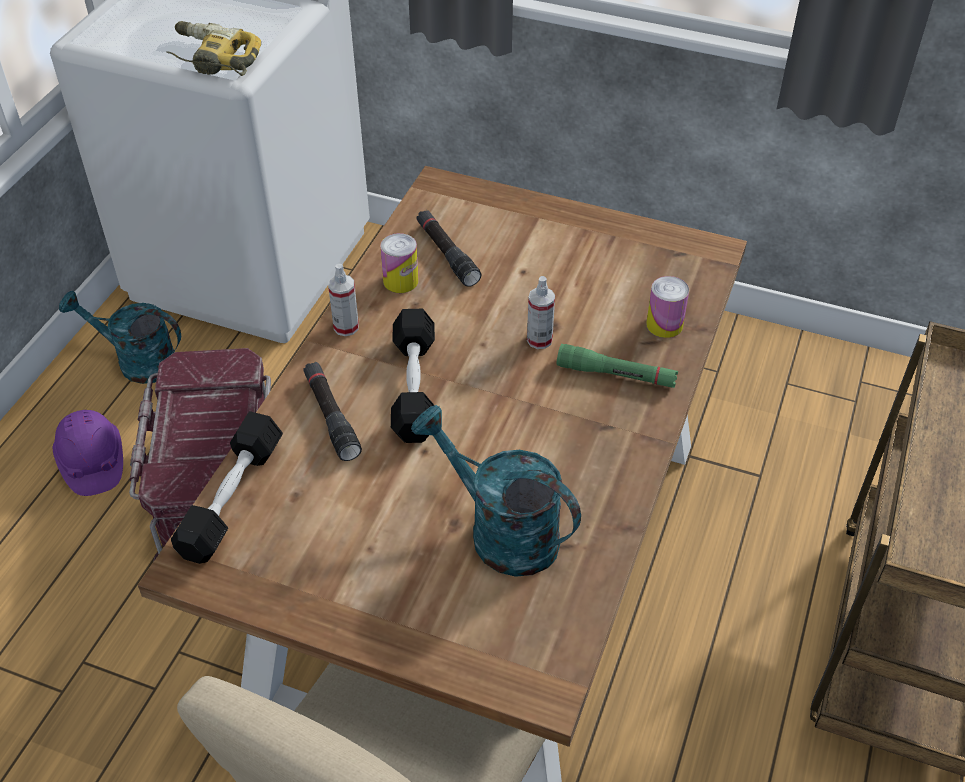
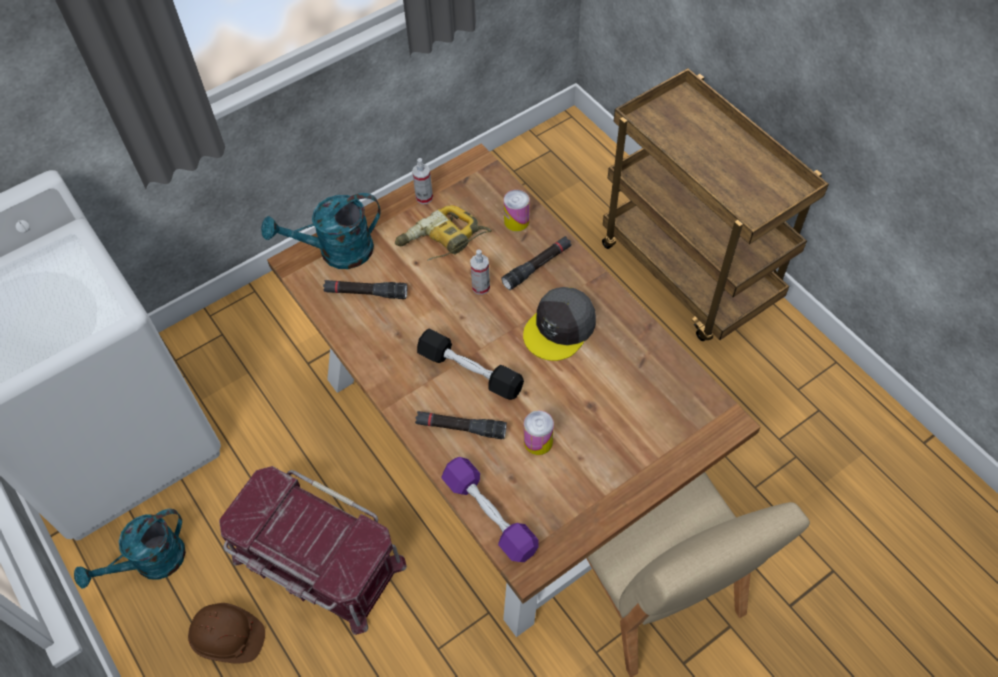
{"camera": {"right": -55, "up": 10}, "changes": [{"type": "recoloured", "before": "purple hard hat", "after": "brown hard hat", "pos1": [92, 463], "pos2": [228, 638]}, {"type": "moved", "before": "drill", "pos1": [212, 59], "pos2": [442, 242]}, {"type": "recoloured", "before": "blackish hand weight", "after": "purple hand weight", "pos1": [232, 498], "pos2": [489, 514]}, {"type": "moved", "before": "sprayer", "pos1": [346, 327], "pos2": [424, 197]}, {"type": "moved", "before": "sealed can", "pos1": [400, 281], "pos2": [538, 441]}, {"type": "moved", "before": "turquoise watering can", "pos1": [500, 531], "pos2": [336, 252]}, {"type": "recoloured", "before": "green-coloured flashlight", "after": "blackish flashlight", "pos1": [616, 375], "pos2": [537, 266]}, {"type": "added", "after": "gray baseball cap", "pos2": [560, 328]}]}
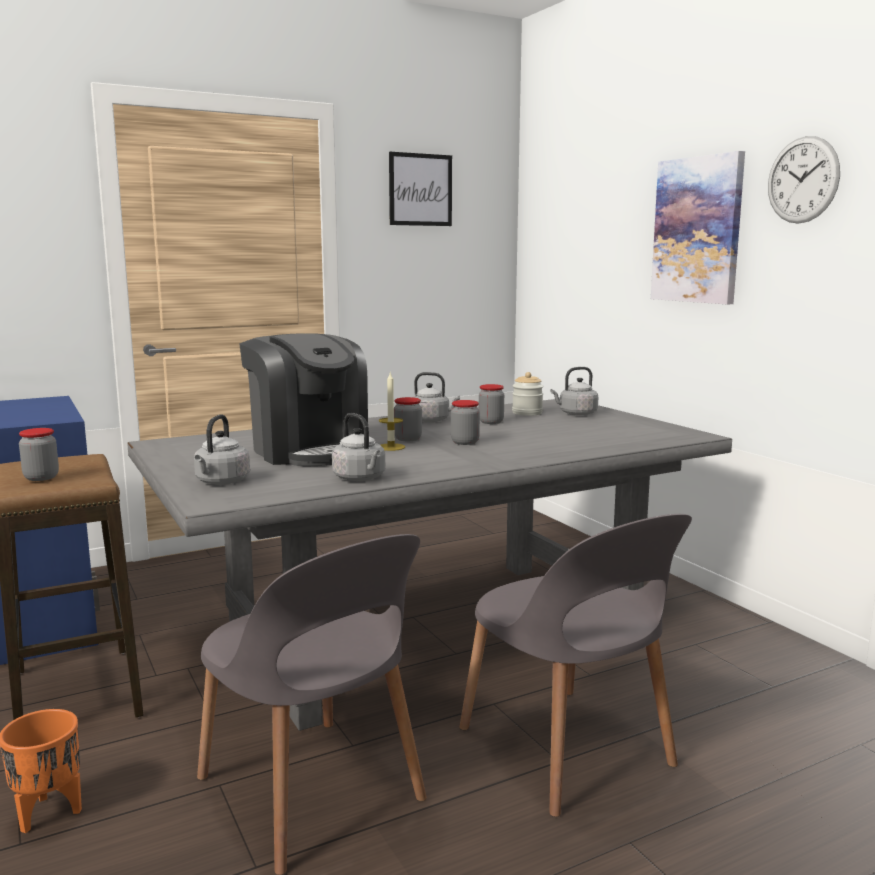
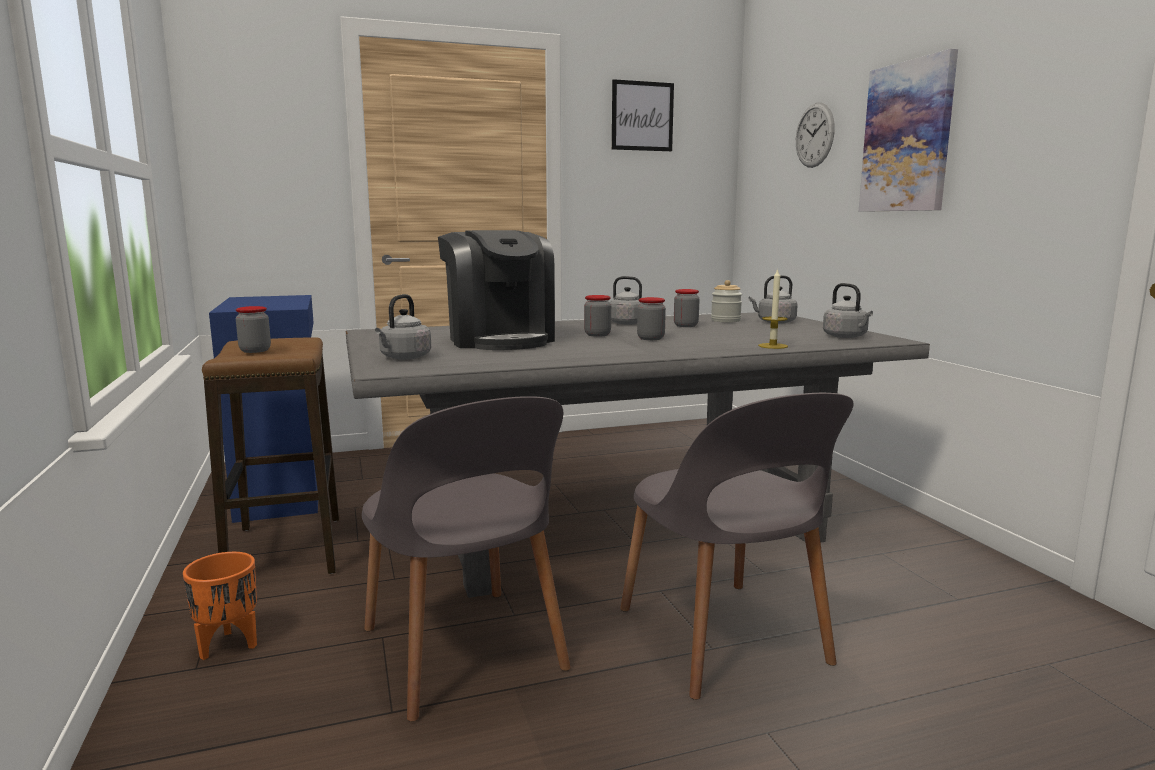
{"camera": {"right": 10, "up": 0}, "changes": [{"type": "moved", "before": "gray tea kettle", "pos1": [360, 478], "pos2": [846, 337]}, {"type": "moved", "before": "candle", "pos1": [391, 447], "pos2": [773, 346]}, {"type": "moved", "before": "wall clock", "pos1": [802, 180], "pos2": [814, 135]}]}
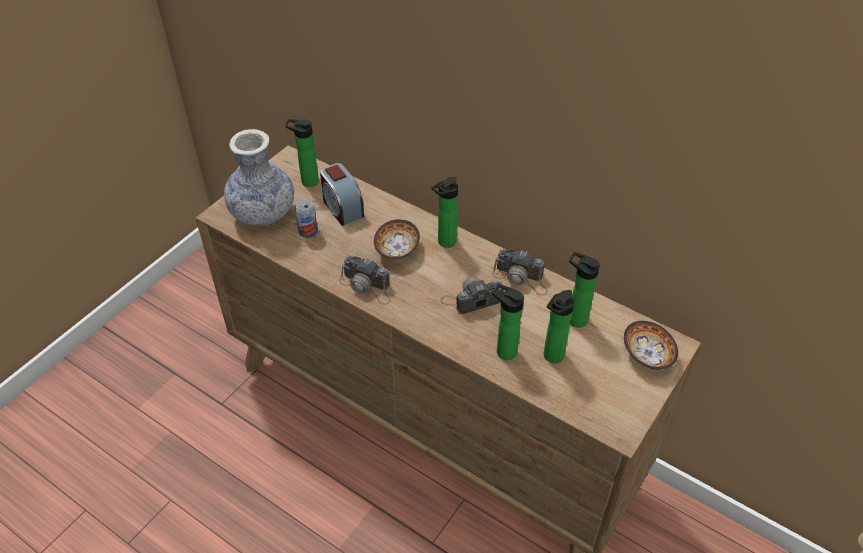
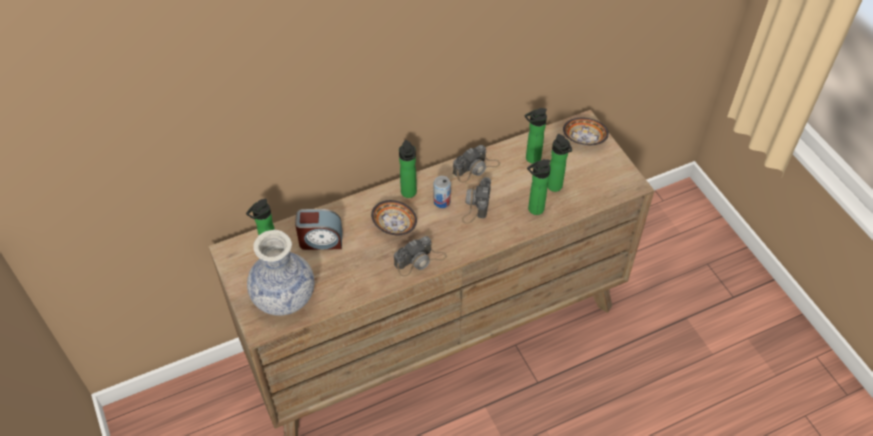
{"camera": {"right": -60, "up": 5}, "changes": [{"type": "moved", "before": "sealed can", "pos1": [308, 231], "pos2": [442, 202]}]}
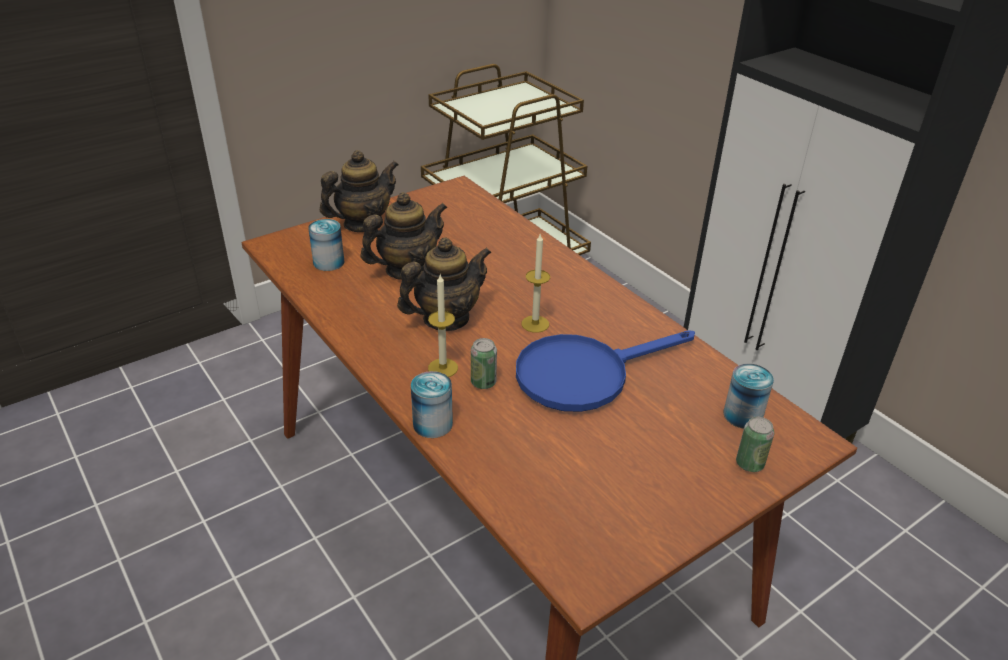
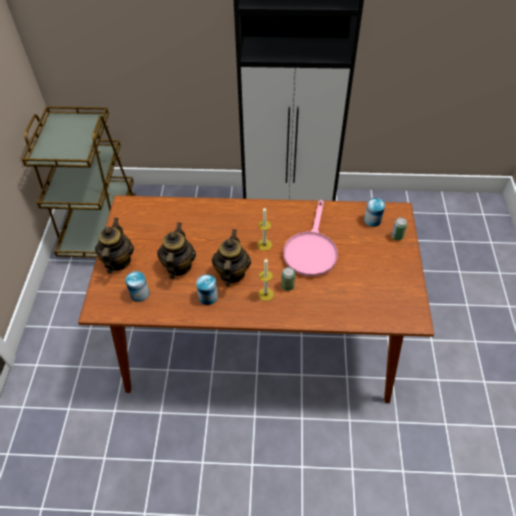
{"camera": {"right": -50, "up": 15}, "changes": [{"type": "moved", "before": "sealed can", "pos1": [432, 424], "pos2": [208, 296]}, {"type": "recoloured", "before": "bluish pan", "after": "pink-coloured pan", "pos1": [584, 374], "pos2": [311, 249]}]}
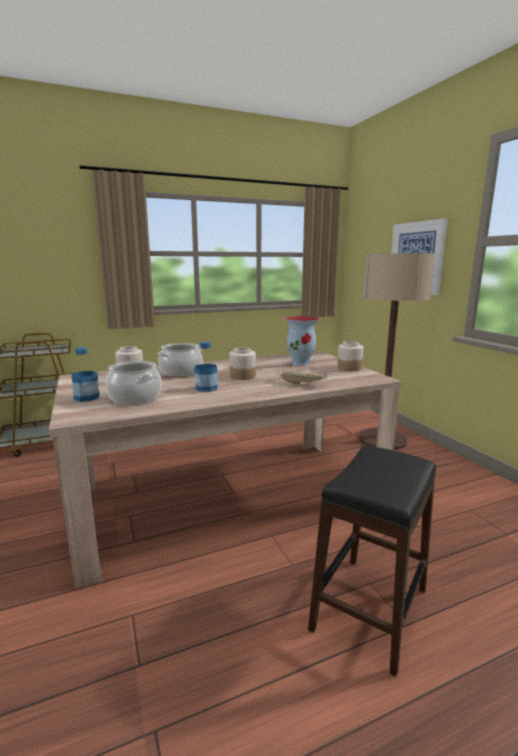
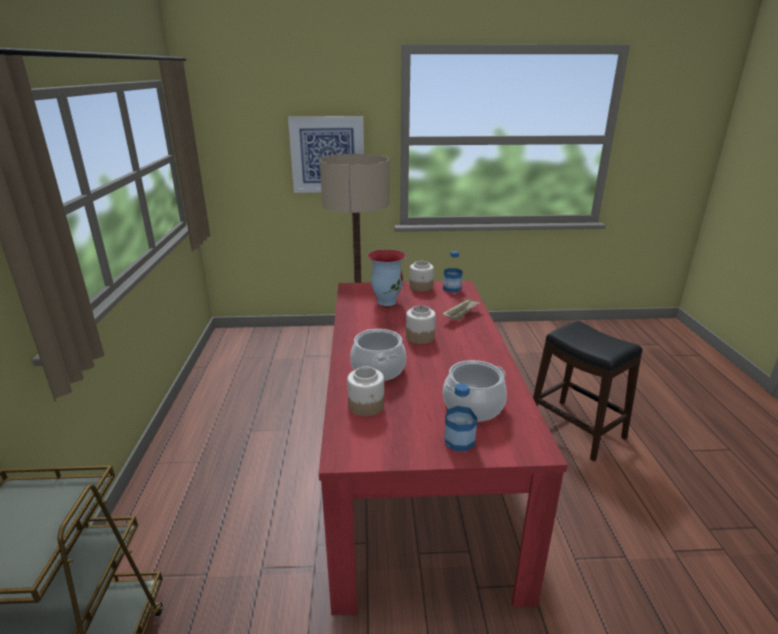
{"camera": {"right": -70, "up": 10}, "changes": [{"type": "recoloured", "before": "beige dining table", "after": "red-coloured dining table", "pos1": [228, 497], "pos2": [415, 465]}, {"type": "moved", "before": "drink bottle", "pos1": [206, 388], "pos2": [452, 288]}]}
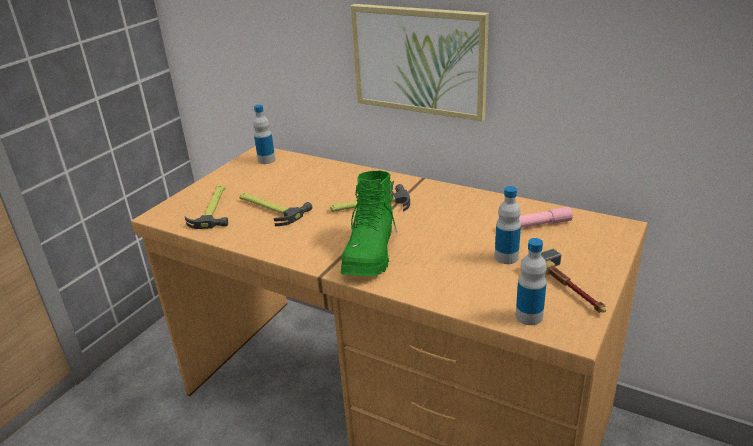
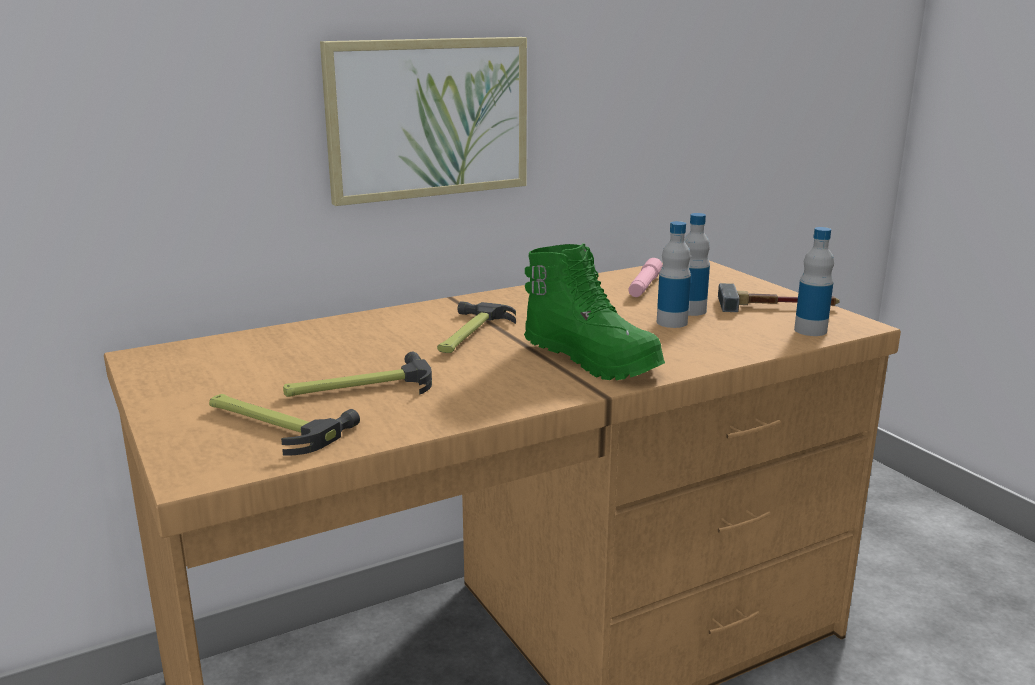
{"camera": {"right": -60, "up": -10}, "changes": [{"type": "moved", "before": "drink bottle", "pos1": [266, 160], "pos2": [672, 322]}]}
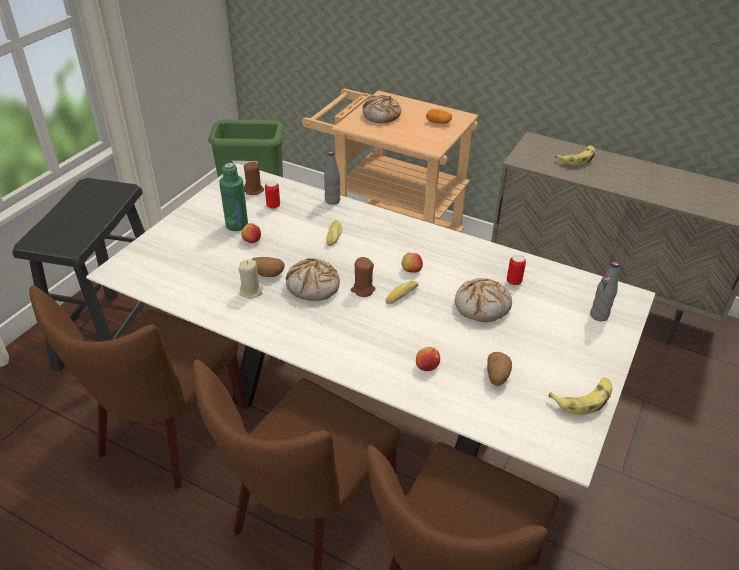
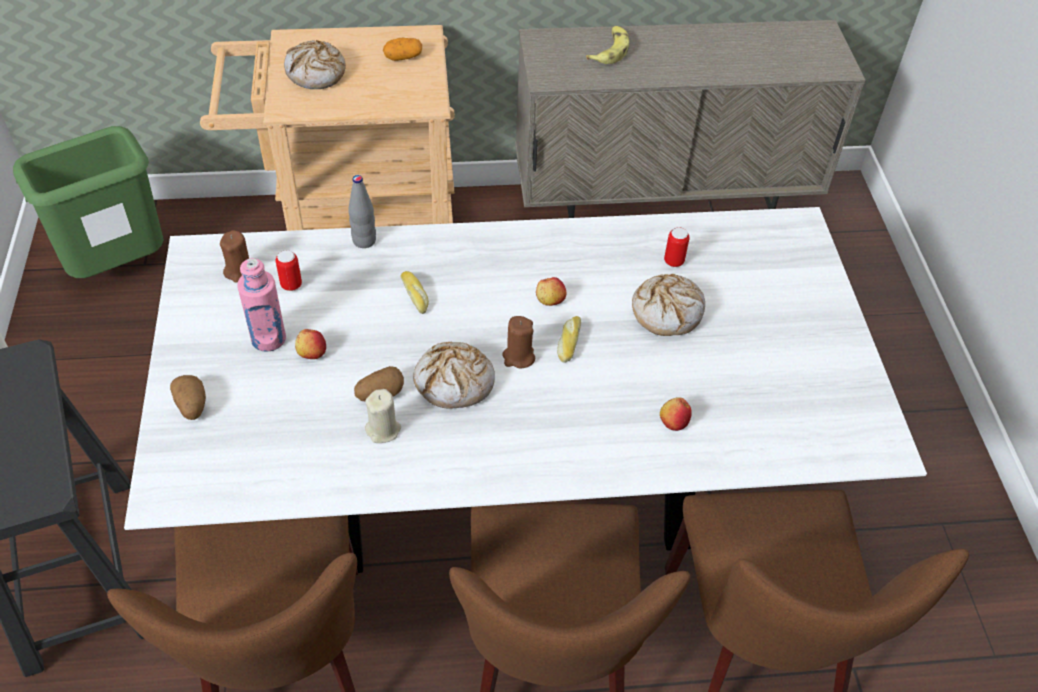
{"camera": {"right": -35, "up": 10}, "changes": [{"type": "recoloured", "before": "green-coloured drink bottle", "after": "pink-coloured drink bottle", "pos1": [237, 225], "pos2": [268, 339]}, {"type": "moved", "before": "whole potato", "pos1": [497, 376], "pos2": [192, 406]}, {"type": "removed", "before": "banana", "pos1": [583, 399]}, {"type": "removed", "before": "gray drink bottle", "pos1": [599, 315]}]}
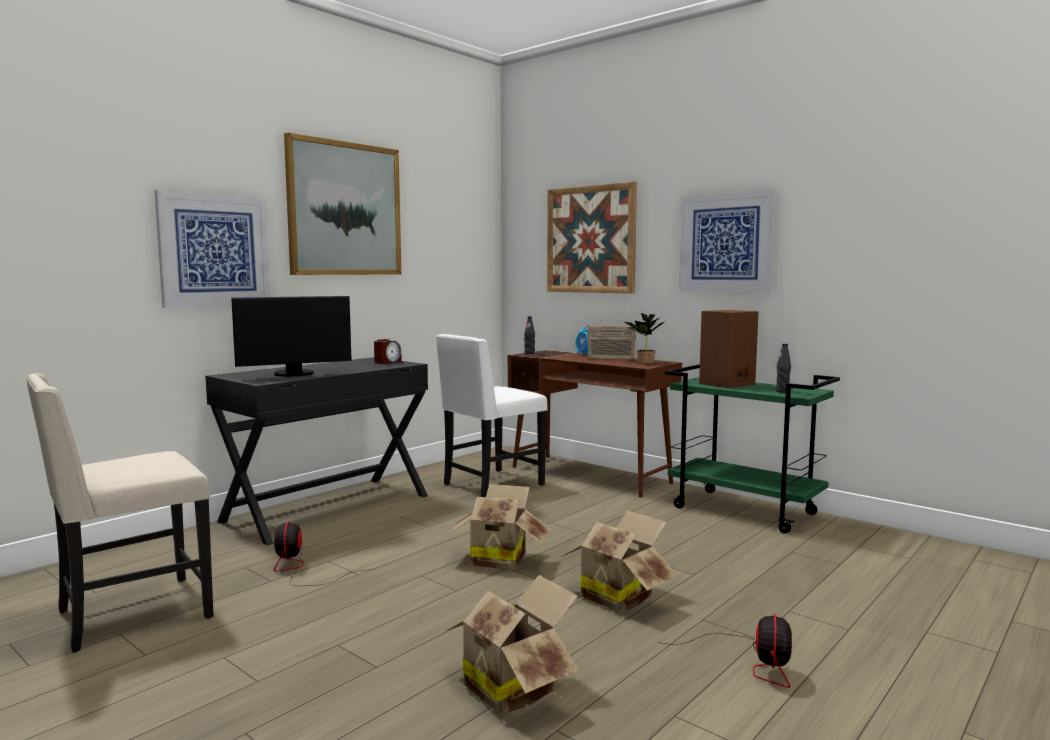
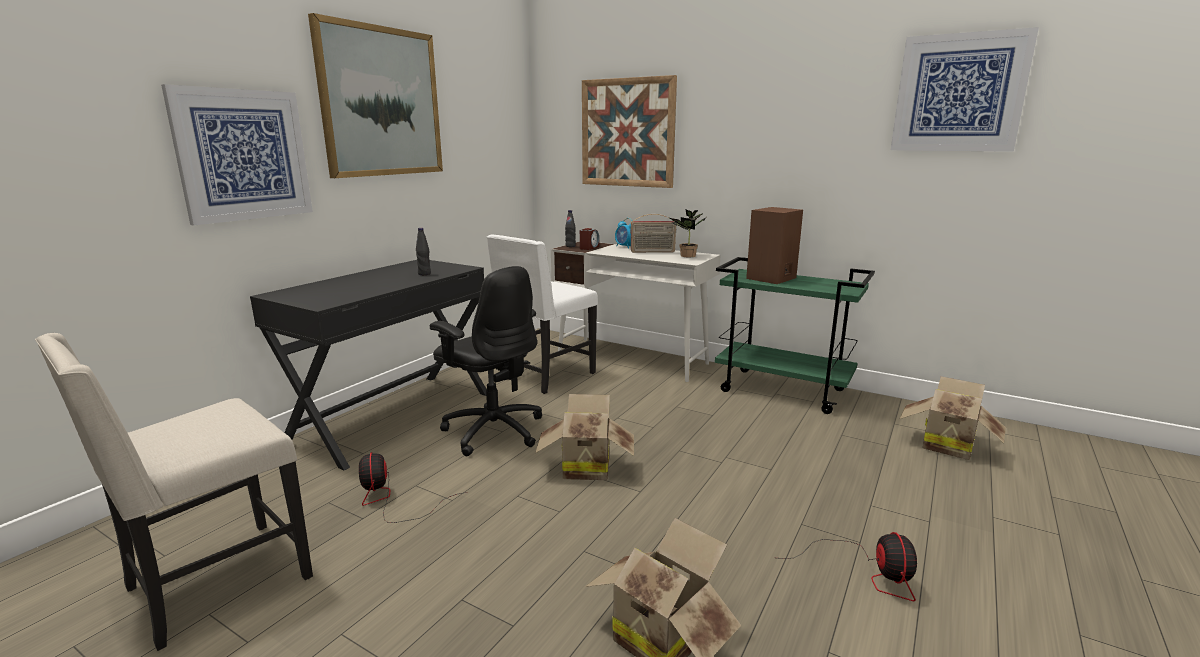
{"camera": {"right": -10, "up": 10}, "changes": [{"type": "removed", "before": "computer screen", "pos1": [294, 374]}, {"type": "moved", "before": "table clock", "pos1": [387, 362], "pos2": [589, 248]}, {"type": "recoloured", "before": "brown desk", "after": "white desk", "pos1": [590, 475], "pos2": [632, 358]}, {"type": "moved", "before": "cardboard box", "pos1": [618, 596], "pos2": [946, 445]}, {"type": "moved", "before": "wall picture", "pos1": [726, 243], "pos2": [959, 93]}, {"type": "moved", "before": "blackish drink bottle", "pos1": [782, 391], "pos2": [424, 274]}, {"type": "added", "after": "blackish desk chair", "pos2": [493, 430]}]}
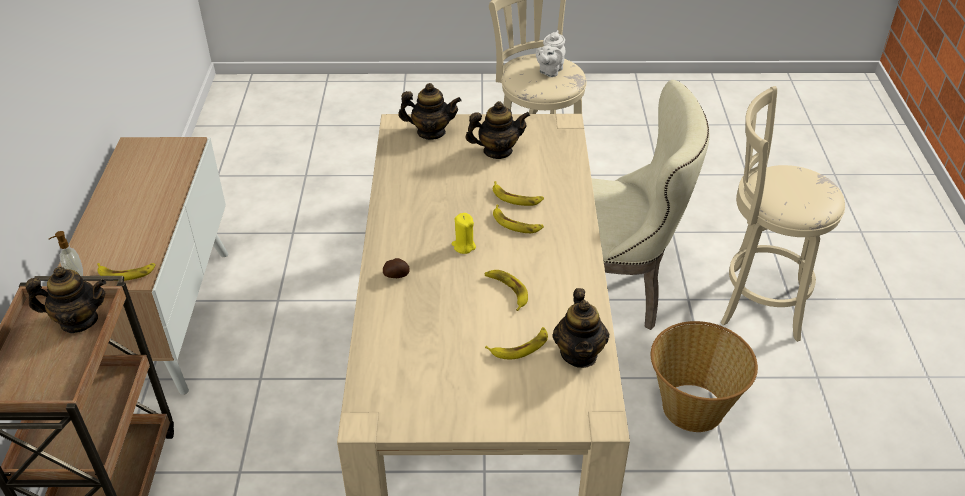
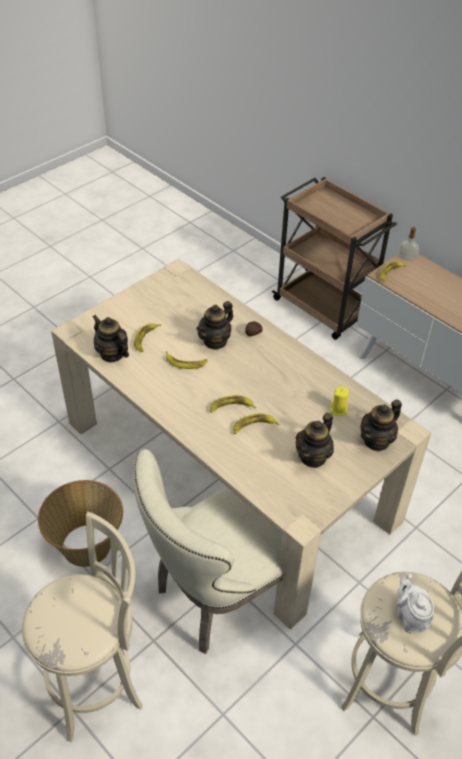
{"camera": {"right": 135, "up": 5}, "changes": [{"type": "moved", "before": "tea pot", "pos1": [79, 320], "pos2": [215, 341]}, {"type": "moved", "before": "yellow candle", "pos1": [463, 246], "pos2": [338, 409]}]}
